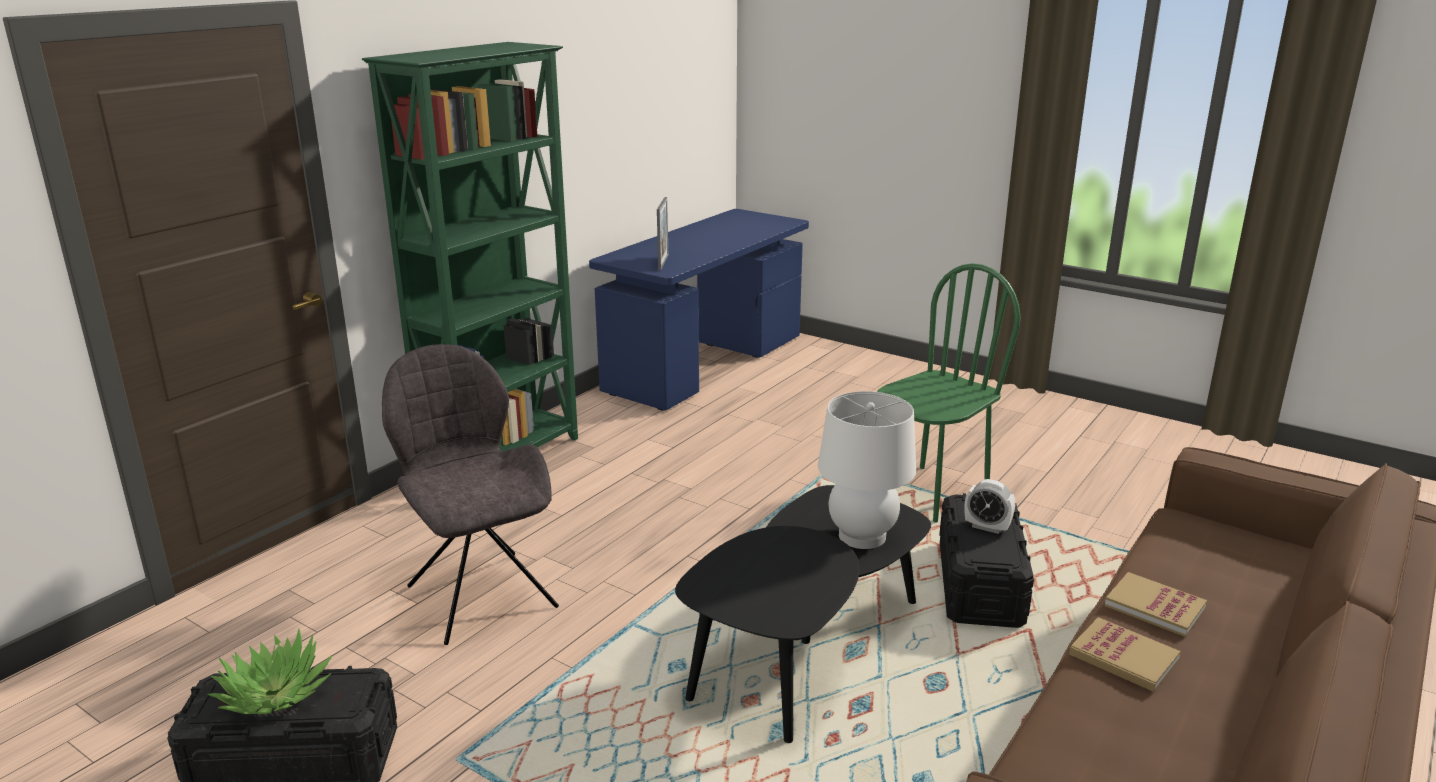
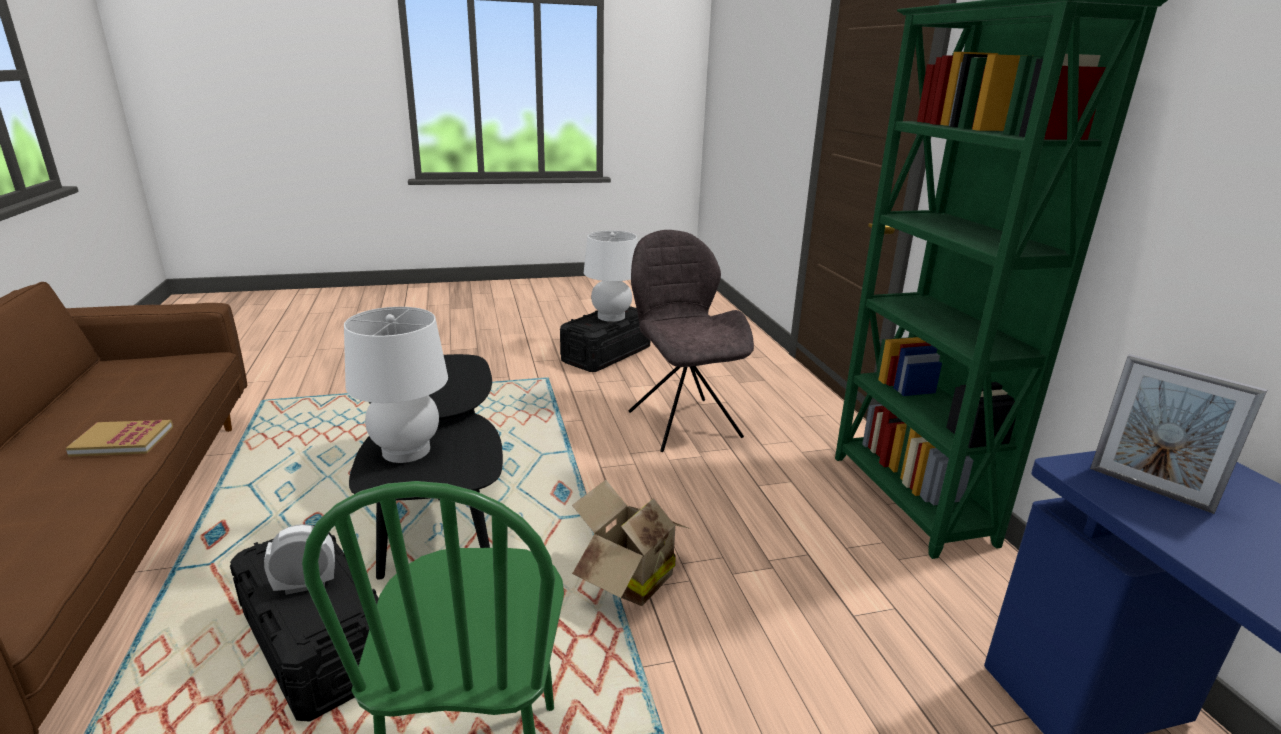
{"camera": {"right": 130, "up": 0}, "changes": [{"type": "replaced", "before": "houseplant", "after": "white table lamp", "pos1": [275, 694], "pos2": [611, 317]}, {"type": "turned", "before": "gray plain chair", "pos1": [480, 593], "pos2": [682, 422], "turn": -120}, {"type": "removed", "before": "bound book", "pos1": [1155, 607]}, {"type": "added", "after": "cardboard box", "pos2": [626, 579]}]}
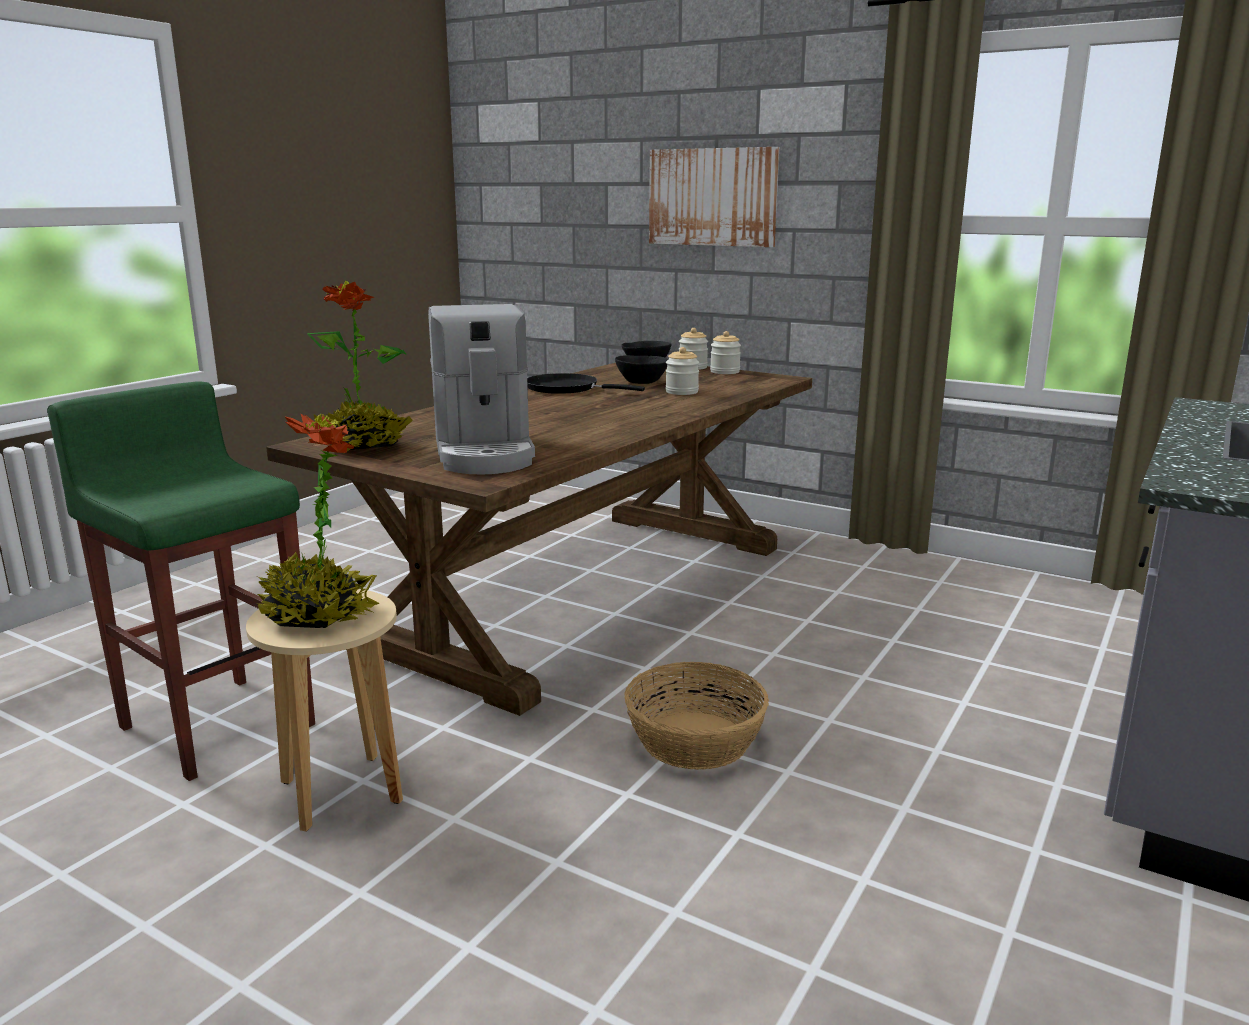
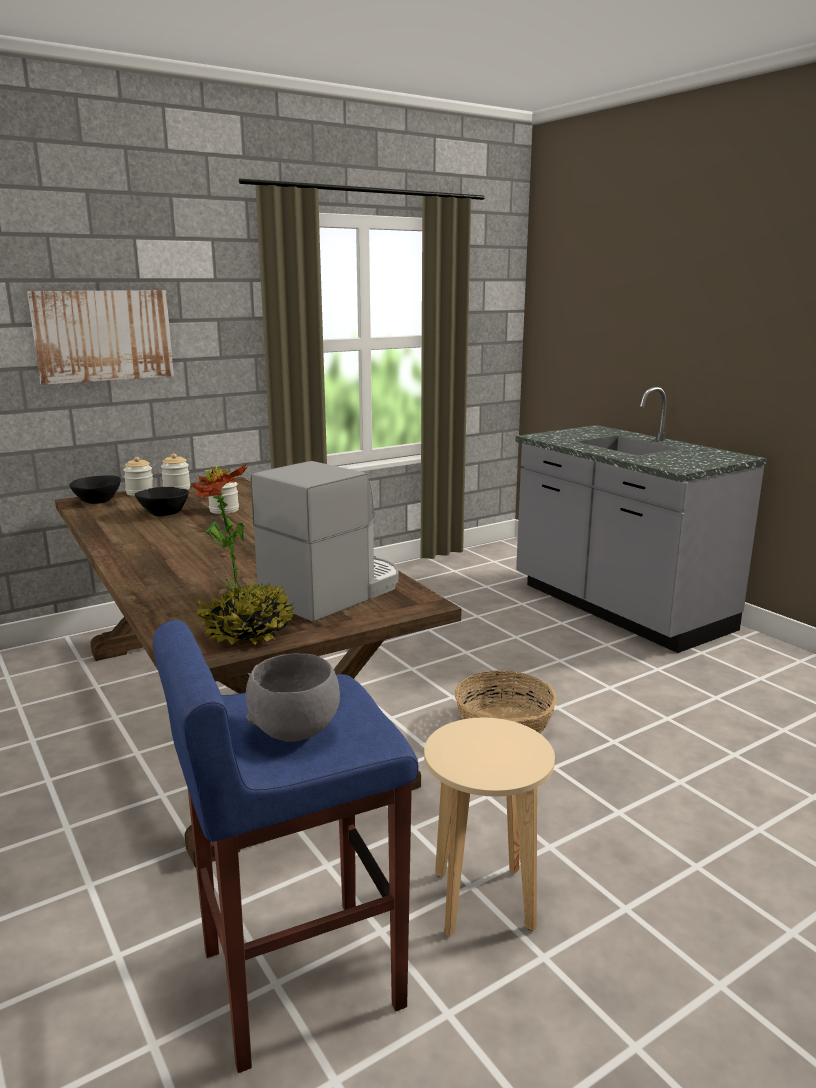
{"camera": {"right": -65, "up": 0}, "changes": [{"type": "recoloured", "before": "green-coloured stool seat", "after": "bluish stool seat", "pos1": [218, 723], "pos2": [297, 977]}, {"type": "removed", "before": "houseplant", "pos1": [318, 616]}, {"type": "turned", "before": "coffee machine", "pos1": [484, 453], "pos2": [334, 592], "turn": -60}, {"type": "removed", "before": "blackish pan", "pos1": [567, 389]}, {"type": "added", "after": "gray serving bowl", "pos2": [295, 730]}]}
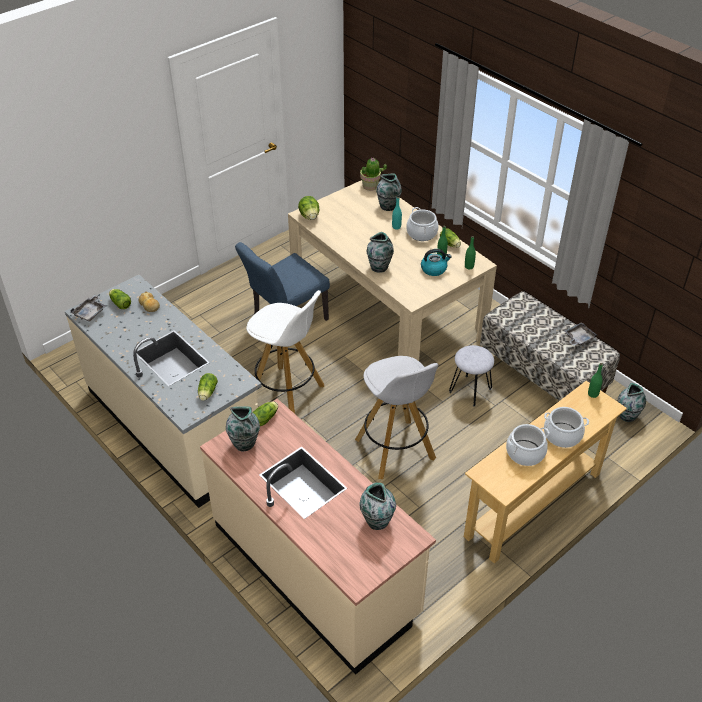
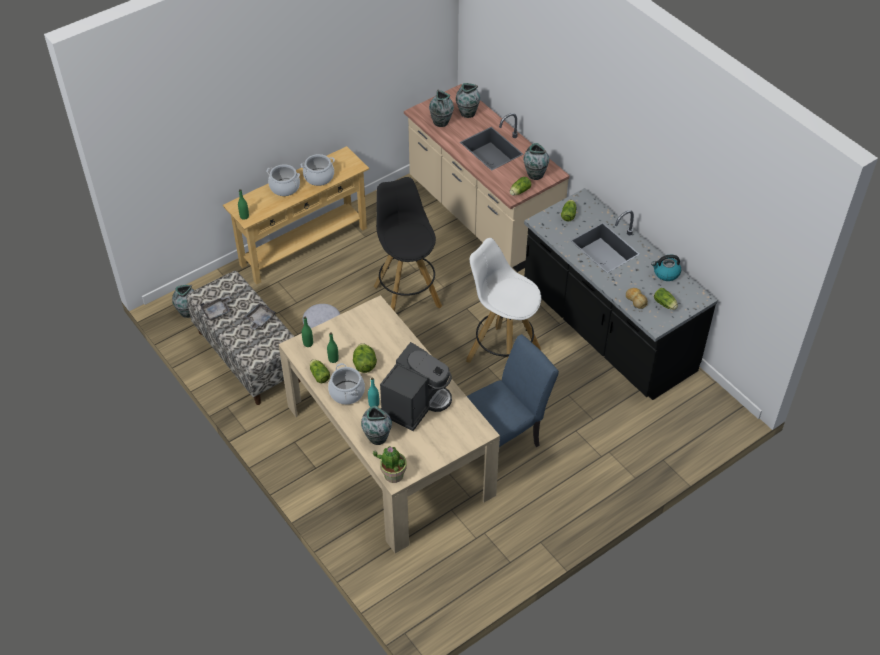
{"camera": {"right": -175, "up": 5}, "changes": [{"type": "recoloured", "before": "beige kitchen counter", "after": "blackish kitchen counter", "pos1": [175, 425], "pos2": [607, 330]}, {"type": "moved", "before": "gray tray", "pos1": [90, 312], "pos2": [259, 319]}, {"type": "moved", "before": "head of lettuce", "pos1": [309, 216], "pos2": [364, 365]}, {"type": "recoloured", "before": "white stool seat", "after": "blackish stool seat", "pos1": [396, 450], "pos2": [407, 295]}, {"type": "moved", "before": "decorative vase", "pos1": [379, 267], "pos2": [467, 113]}, {"type": "moved", "before": "tea kettle", "pos1": [434, 269], "pos2": [666, 273]}, {"type": "added", "after": "coffee machine", "pos2": [415, 403]}]}
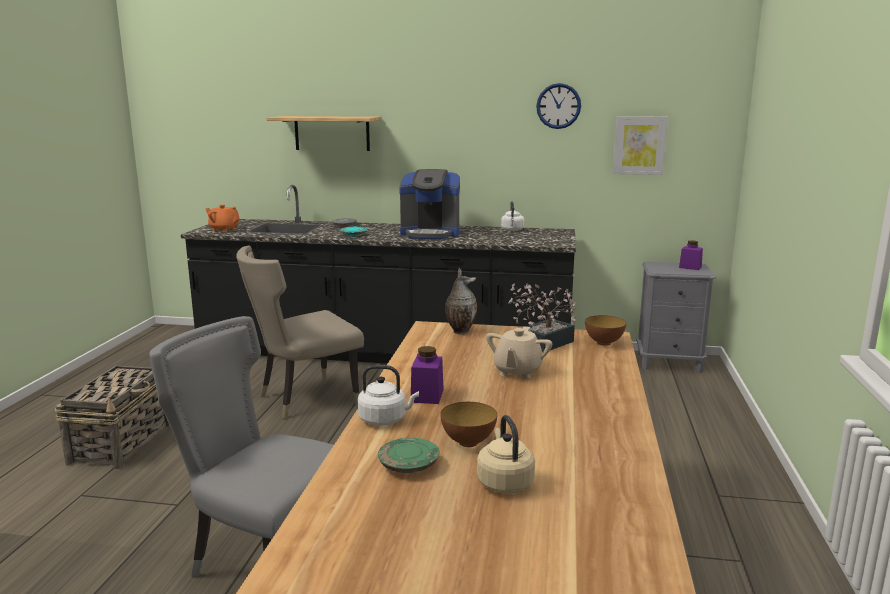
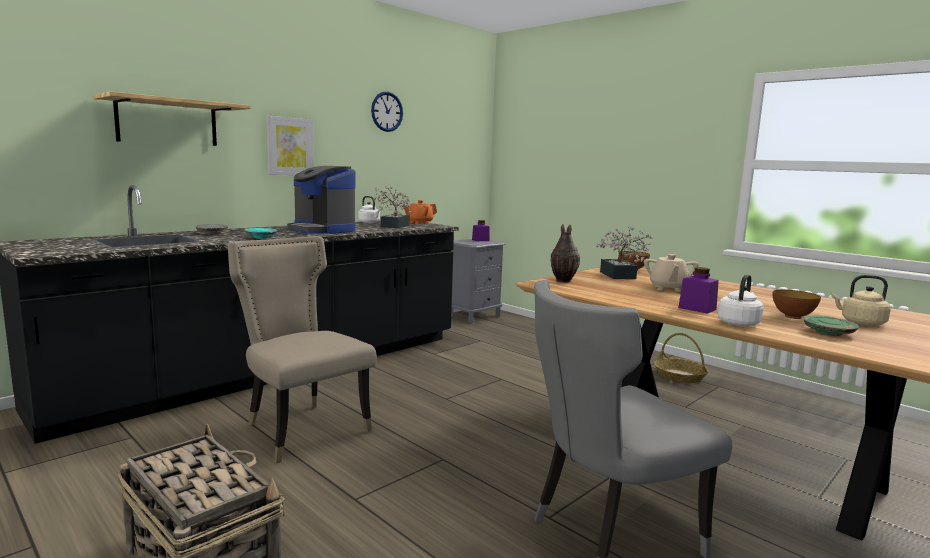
{"camera": {"right": -55, "up": -5}, "changes": [{"type": "moved", "before": "orangey tea pot", "pos1": [224, 229], "pos2": [419, 223]}, {"type": "turned", "before": "beige plain chair", "pos1": [304, 399], "pos2": [302, 428], "turn": 135}, {"type": "turned", "before": "coffee machine", "pos1": [430, 233], "pos2": [322, 230], "turn": 90}, {"type": "turned", "before": "beige tea pot", "pos1": [517, 371], "pos2": [668, 288], "turn": 45}, {"type": "moved", "before": "wall picture", "pos1": [639, 145], "pos2": [289, 146]}, {"type": "added", "after": "houseplant", "pos2": [393, 226]}, {"type": "added", "after": "storage basket", "pos2": [680, 376]}]}
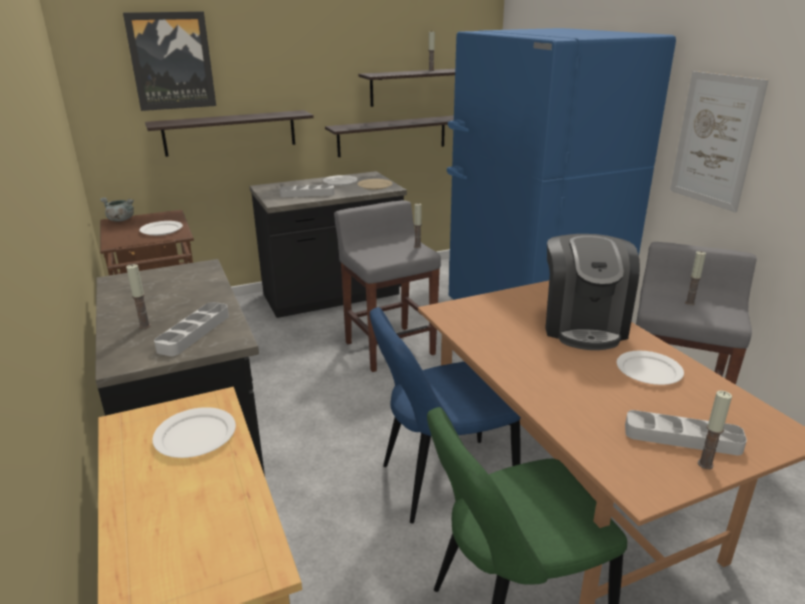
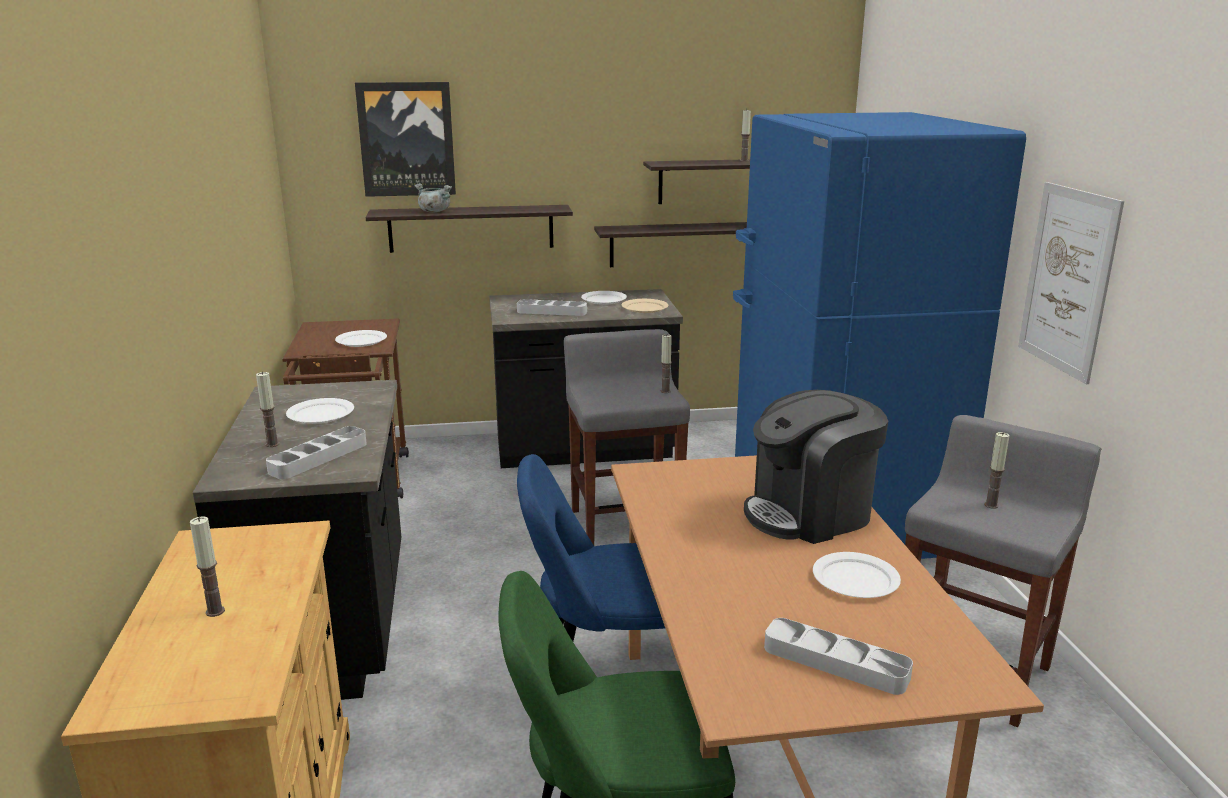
{"camera": {"right": 15, "up": -5}, "changes": [{"type": "moved", "before": "gray stockpot", "pos1": [120, 220], "pos2": [433, 211]}, {"type": "moved", "before": "white plate", "pos1": [196, 435], "pos2": [321, 414]}, {"type": "turned", "before": "coffee machine", "pos1": [583, 325], "pos2": [809, 513], "turn": 45}, {"type": "moved", "before": "candle", "pos1": [705, 464], "pos2": [215, 611]}]}
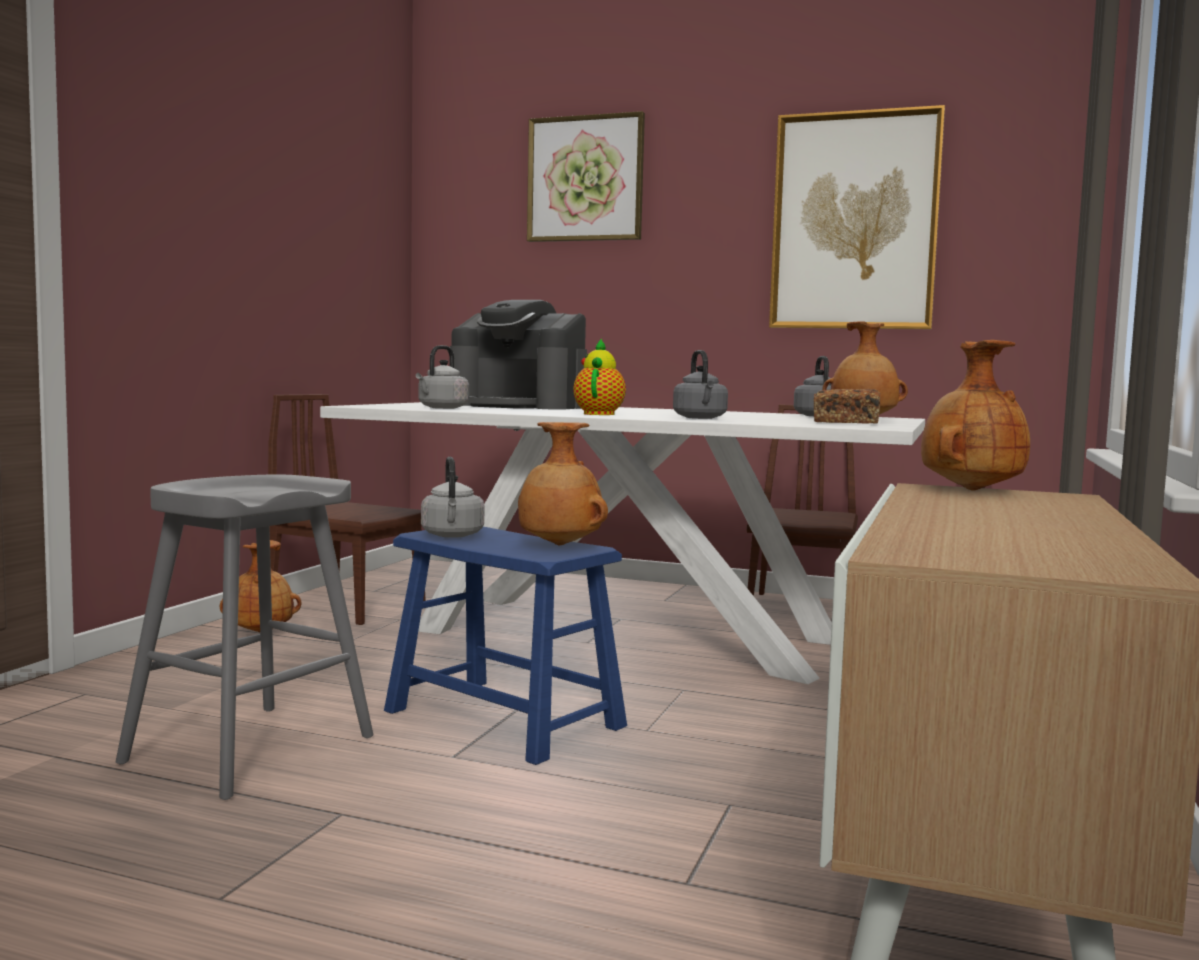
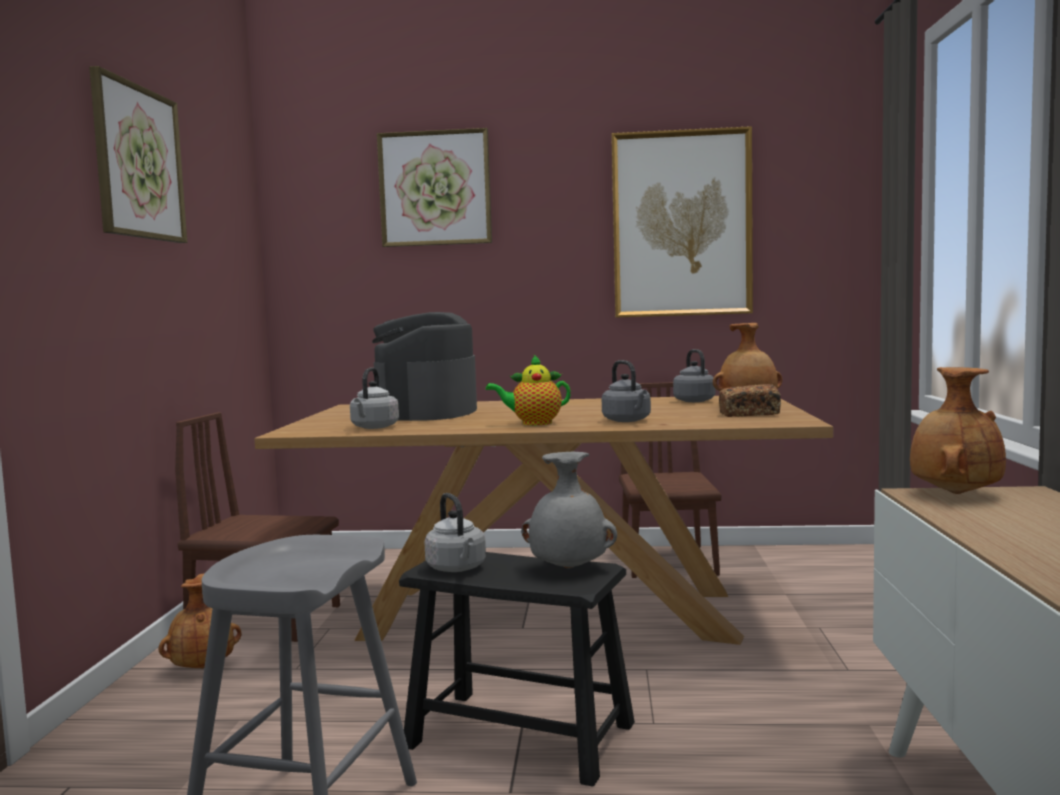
{"camera": {"right": -15, "up": 0}, "changes": [{"type": "recoloured", "before": "white dining table", "after": "brown dining table", "pos1": [628, 635], "pos2": [551, 613]}, {"type": "recoloured", "before": "bluish stool seat", "after": "blackish stool seat", "pos1": [503, 718], "pos2": [520, 735]}, {"type": "turned", "before": "coffee machine", "pos1": [519, 406], "pos2": [426, 412], "turn": 90}, {"type": "recoloured", "before": "brown decorative vase", "after": "gray decorative vase", "pos1": [559, 545], "pos2": [568, 568]}, {"type": "turned", "before": "tea pot", "pos1": [599, 414], "pos2": [533, 423], "turn": -90}, {"type": "added", "after": "wall picture", "pos2": [138, 163]}]}
